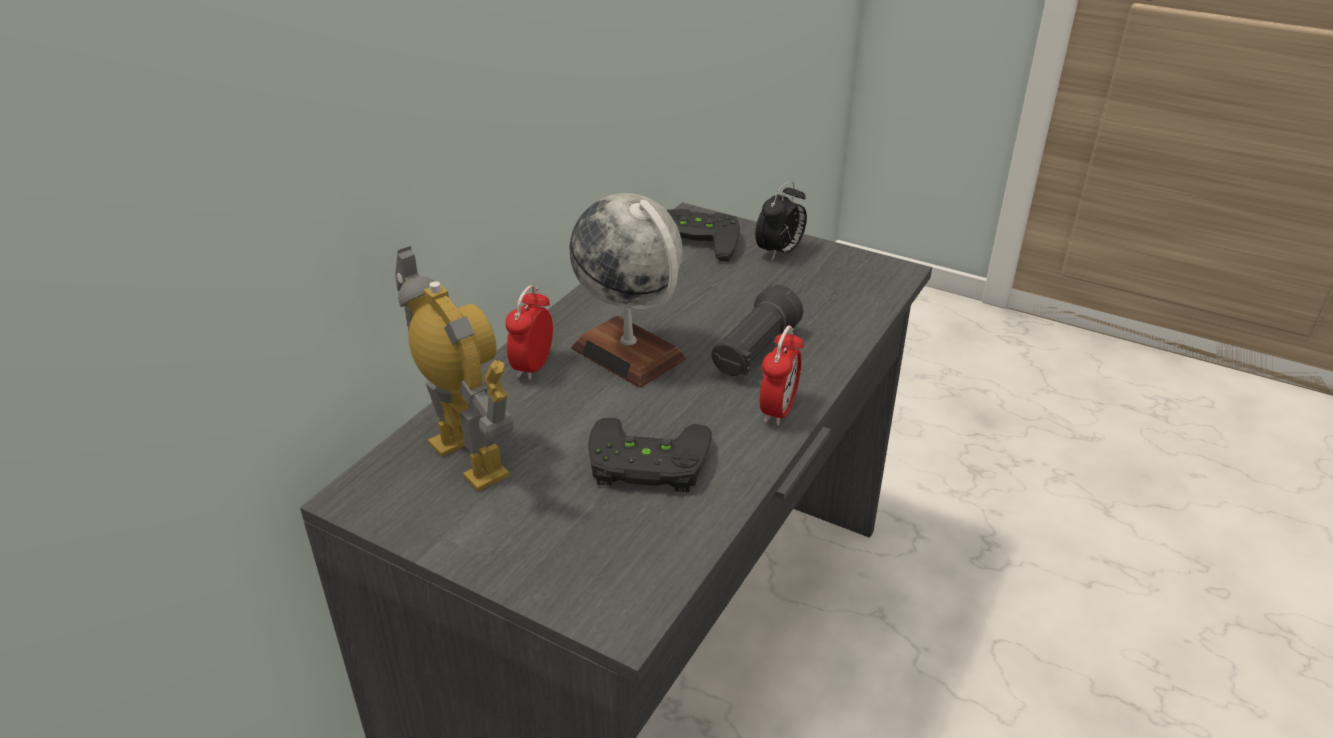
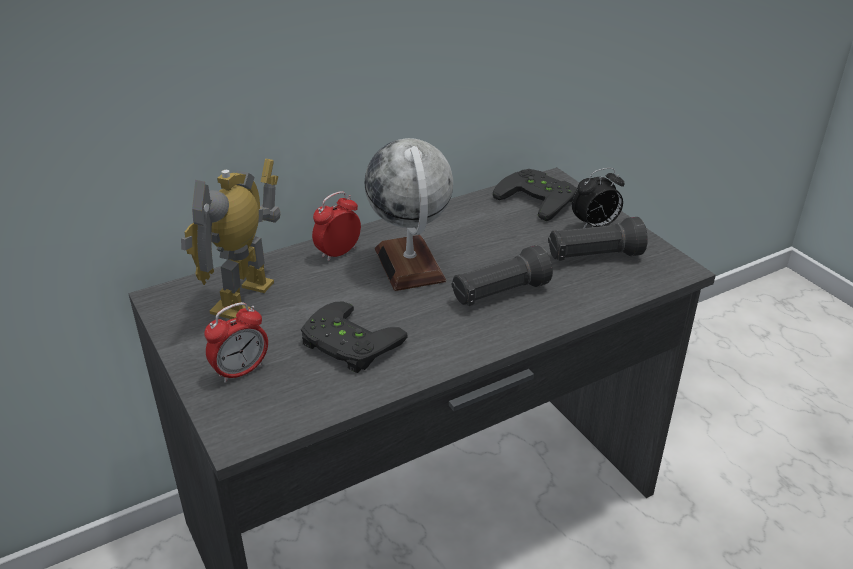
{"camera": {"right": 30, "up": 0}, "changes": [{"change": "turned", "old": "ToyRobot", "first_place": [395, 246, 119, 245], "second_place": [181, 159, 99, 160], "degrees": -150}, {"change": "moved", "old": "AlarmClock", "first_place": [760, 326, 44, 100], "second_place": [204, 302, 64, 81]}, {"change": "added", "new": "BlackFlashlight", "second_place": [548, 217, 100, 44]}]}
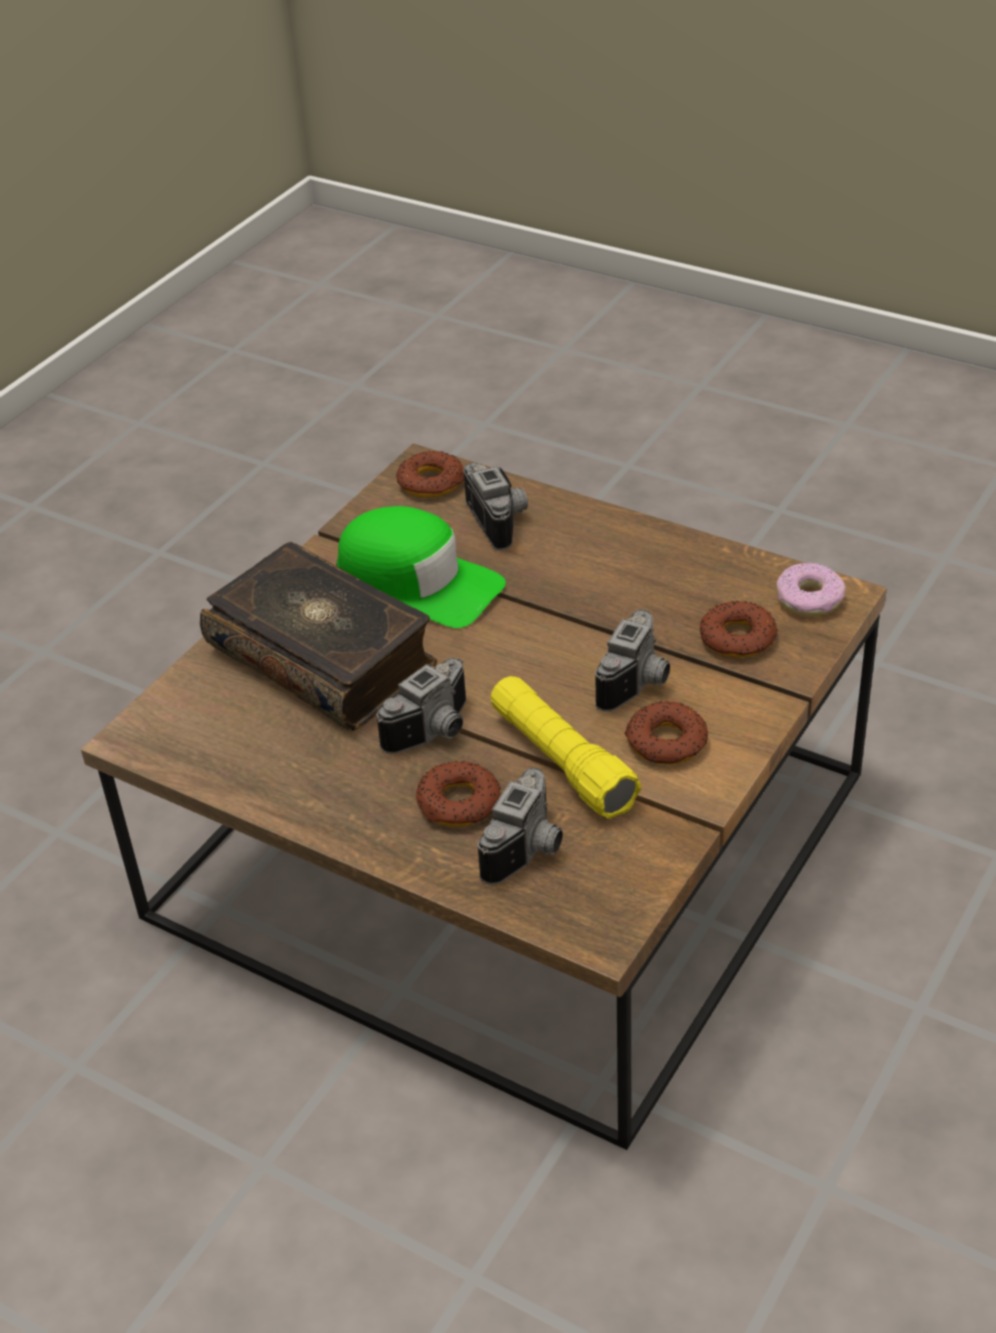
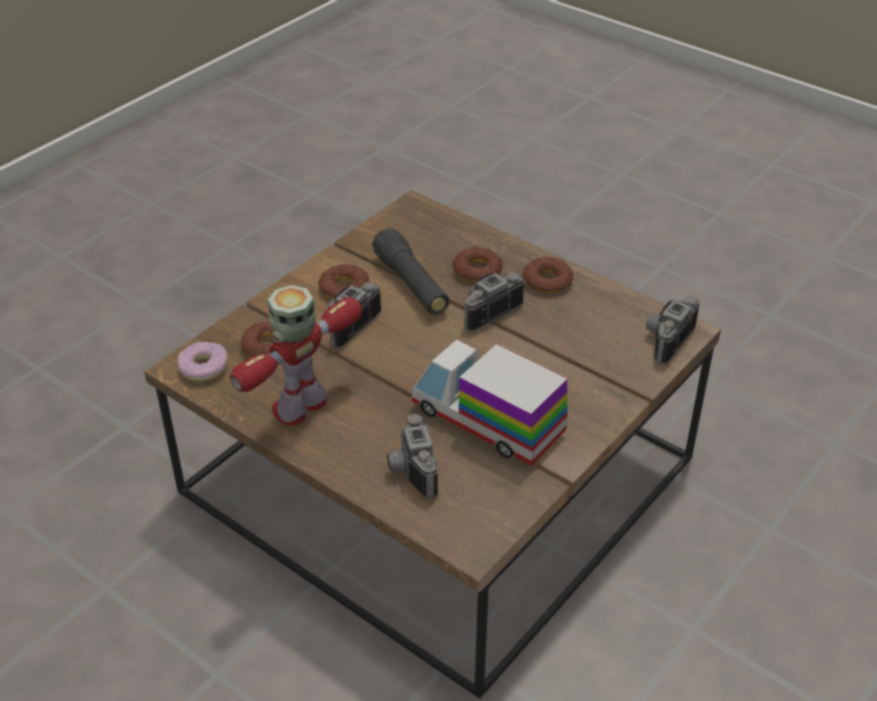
{"camera": {"right": -175, "up": 0}, "changes": [{"change": "moved", "old": "Donut", "first_place": [396, 451, 68, 47], "second_place": [523, 257, 50, 36]}, {"change": "replaced", "old": "GreenCap", "new": "ToyTruck", "first_place": [336, 506, 170, 122], "second_place": [411, 340, 157, 126]}, {"change": "removed", "old": "Book", "first_place": [200, 542, 237, 189]}, {"change": "recoloured", "old": "YellowFlashlight", "new": "BlackFlashlight", "first_place": [490, 676, 152, 143], "second_place": [372, 228, 77, 87]}, {"change": "moved", "old": "PhotoCamera", "first_place": [478, 768, 85, 117], "second_place": [646, 296, 54, 68]}, {"change": "added", "new": "ToyRobot", "second_place": [230, 285, 132, 141]}]}
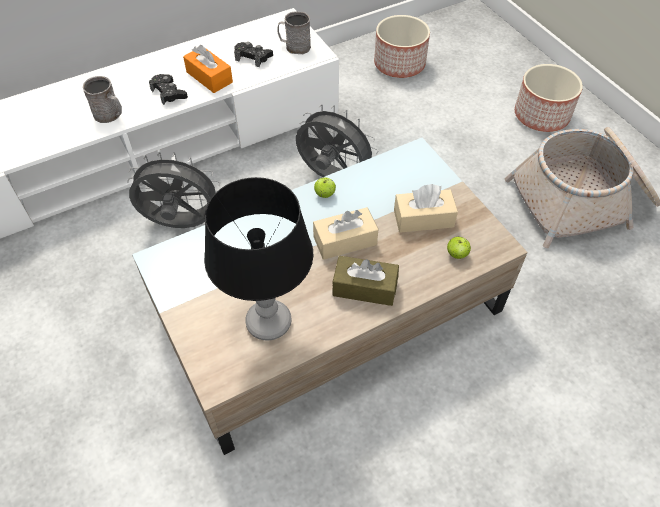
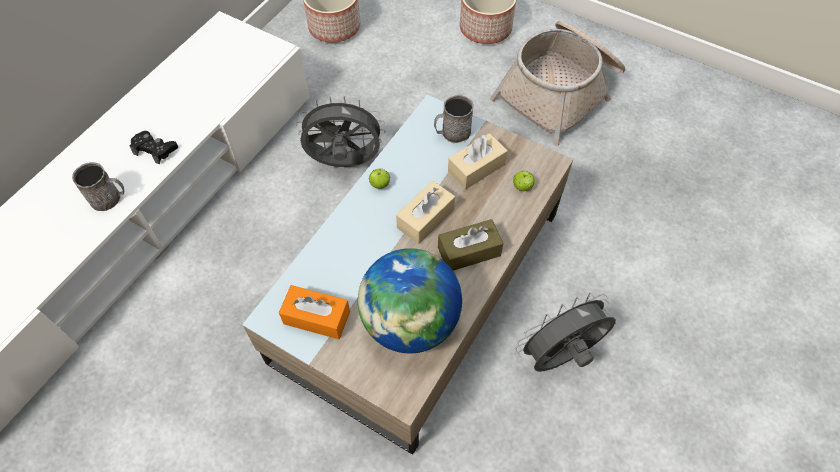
{"camera": {"right": -30, "up": 5}, "changes": [{"change": "moved", "old": "GreyMug", "first_place": [277, 12, 34, 42], "second_place": [434, 95, 40, 48]}, {"change": "removed", "old": "BlackGameController", "first_place": [234, 42, 39, 25]}, {"change": "moved", "old": "OrangeTissueBox", "first_place": [183, 45, 50, 48], "second_place": [279, 285, 71, 54]}, {"change": "moved", "old": "GreyFan", "first_place": [127, 152, 93, 76], "second_place": [515, 293, 101, 79]}, {"change": "replaced", "old": "BlackTableLamp", "new": "Globe", "first_place": [204, 177, 110, 163], "second_place": [358, 248, 104, 106]}]}
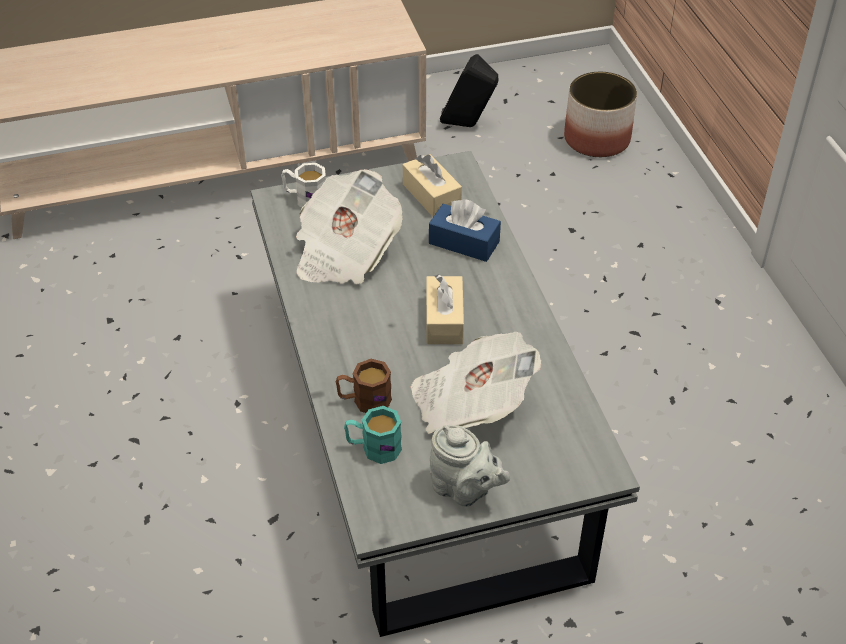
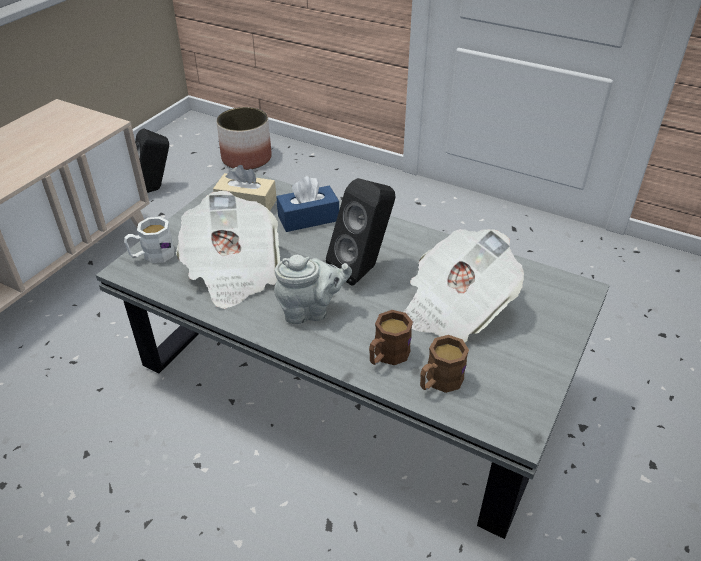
{"camera": {"right": -45, "up": -5}, "changes": [{"change": "replaced", "old": "BeigeTissueBox", "new": "BlackSpeaker", "first_place": [427, 274, 37, 70], "second_place": [326, 178, 70, 108]}, {"change": "recoloured", "old": "TurquoiseMug", "new": "BrownMug", "first_place": [344, 406, 58, 58], "second_place": [420, 335, 49, 58]}, {"change": "moved", "old": "GreyTeapot", "first_place": [429, 425, 81, 82], "second_place": [274, 255, 78, 69]}]}
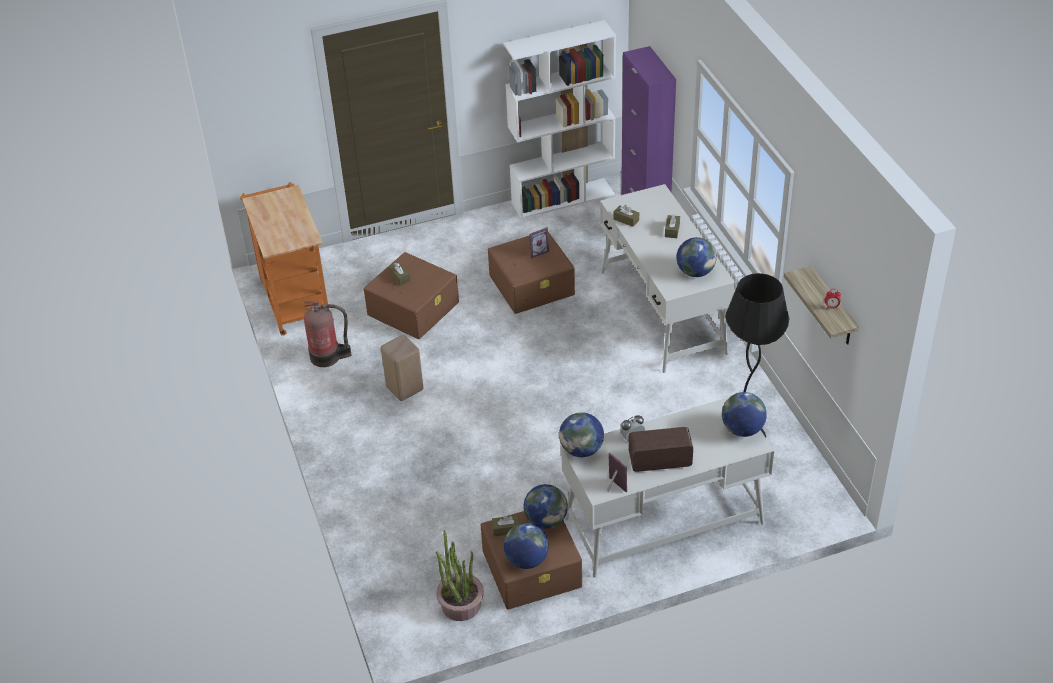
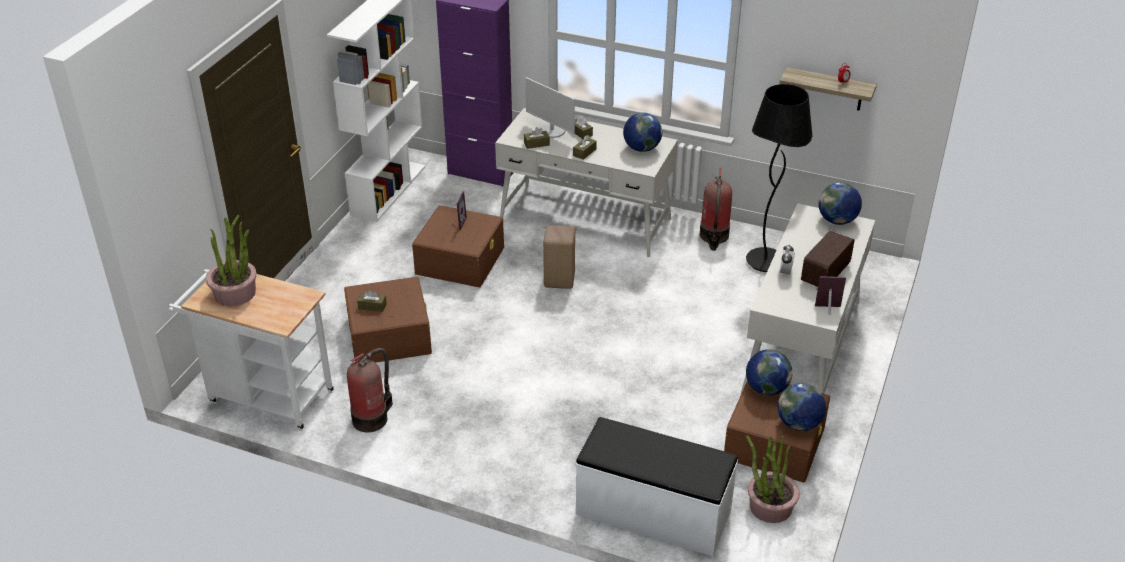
{"camera": {"right": -50, "up": -5}, "changes": [{"change": "recoloured", "old": "OrangeCart", "new": "WhiteCart", "first_place": [240, 182, 94, 154], "second_place": [168, 269, 166, 162]}, {"change": "moved", "old": "BeigeStool", "first_place": [381, 335, 43, 66], "second_place": [543, 225, 32, 64]}, {"change": "removed", "old": "Globe", "first_place": [559, 412, 45, 45]}, {"change": "moved", "old": "BrownTissueBox", "first_place": [492, 515, 28, 21], "second_place": [573, 135, 24, 25]}, {"change": "added", "new": "Monitor", "second_place": [525, 77, 50, 61]}, {"change": "added", "new": "FireExtinguisher", "second_place": [700, 167, 32, 84]}, {"change": "added", "new": "PottedPlant", "second_place": [206, 215, 50, 91]}, {"change": "added", "new": "WhiteBench", "second_place": [576, 417, 162, 139]}]}
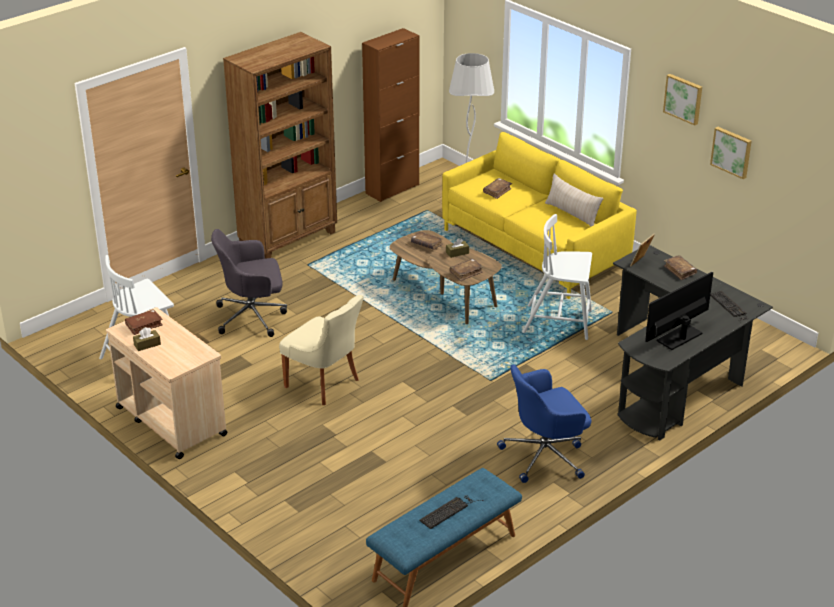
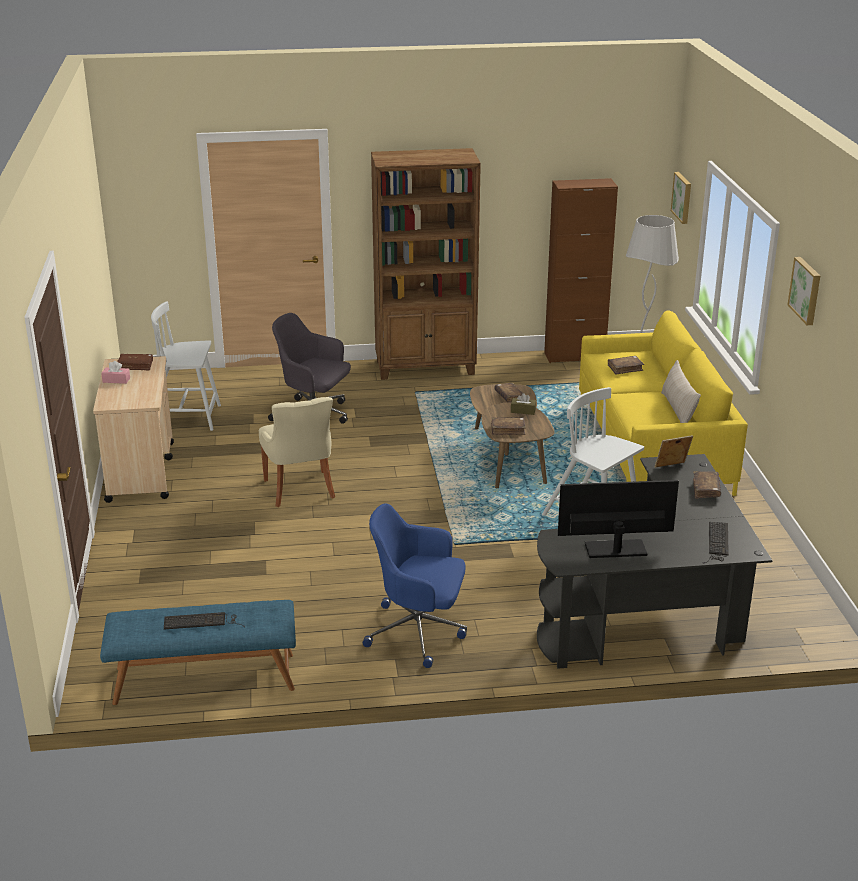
{"camera": {"right": 35, "up": -5}, "changes": [{"change": "moved", "old": "Picture", "first_place": [710, 127, 41, 52], "second_place": [671, 172, 20, 52]}, {"change": "recoloured", "old": "BrownTissueBox", "new": "PinkTissueBox", "first_place": [133, 327, 28, 24], "second_place": [101, 361, 29, 23]}]}
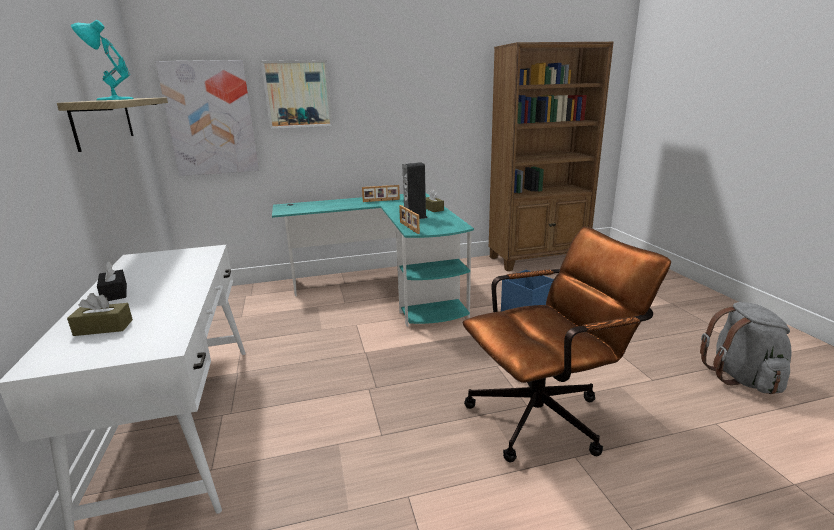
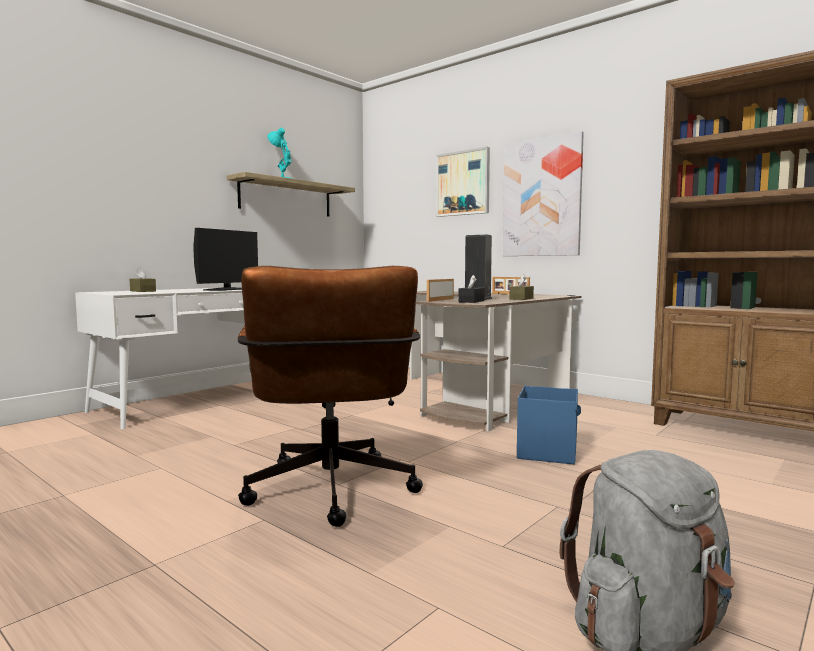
{"camera": {"right": 55, "up": -15}, "changes": [{"change": "moved", "old": "Picture", "first_place": [155, 60, 104, 116], "second_place": [503, 131, 81, 125]}, {"change": "recoloured", "old": "TurquoiseDesk", "new": "BrownDesk", "first_place": [272, 193, 202, 134], "second_place": [410, 291, 172, 140]}, {"change": "turned", "old": "BrownOfficeChair", "first_place": [463, 227, 208, 236], "second_place": [238, 266, 185, 261], "degrees": 45}, {"change": "moved", "old": "BlackTissueBox", "first_place": [97, 262, 30, 39], "second_place": [458, 275, 27, 28]}, {"change": "added", "new": "Monitor", "second_place": [193, 228, 65, 63]}]}
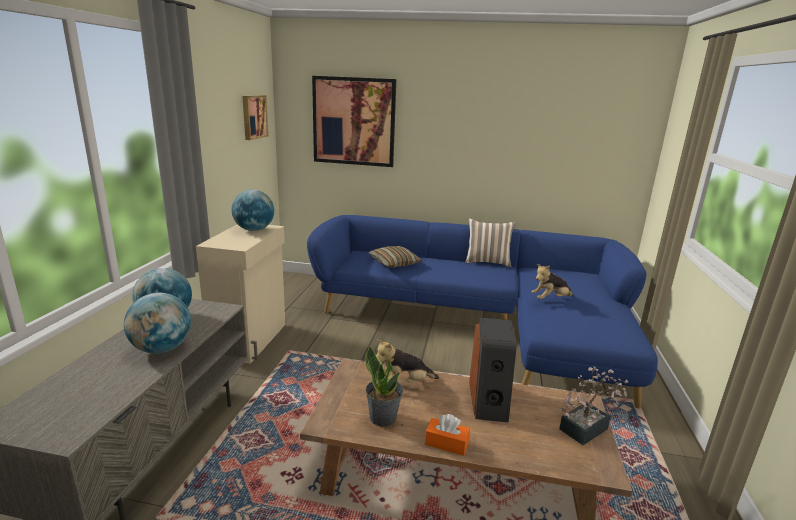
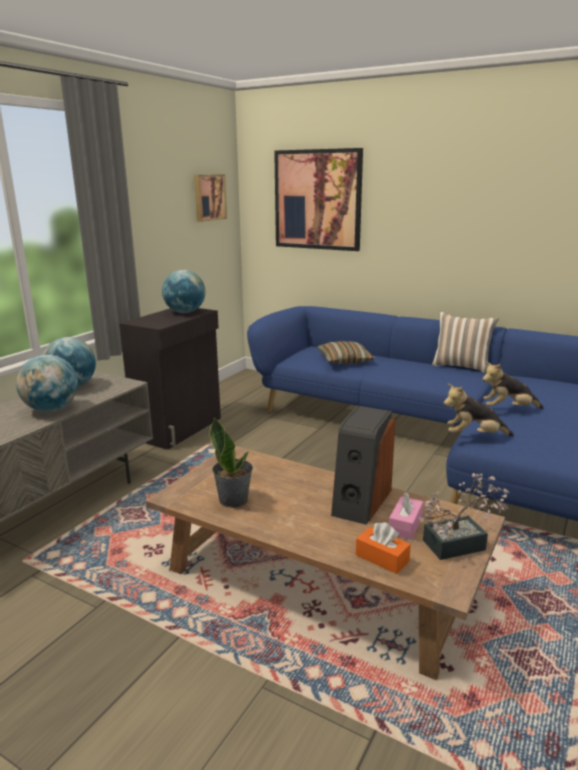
{"camera": {"right": 20, "up": 0}, "changes": [{"change": "recoloured", "old": "BeigeCabinet", "new": "BlackCabinet", "first_place": [196, 224, 89, 140], "second_place": [119, 308, 102, 142]}, {"change": "moved", "old": "PlushToy", "first_place": [376, 339, 63, 43], "second_place": [444, 384, 70, 52]}, {"change": "moved", "old": "OrangeTissueBox", "first_place": [425, 414, 45, 42], "second_place": [356, 522, 55, 52]}, {"change": "added", "new": "PinkTissueBox", "second_place": [389, 492, 34, 48]}]}
